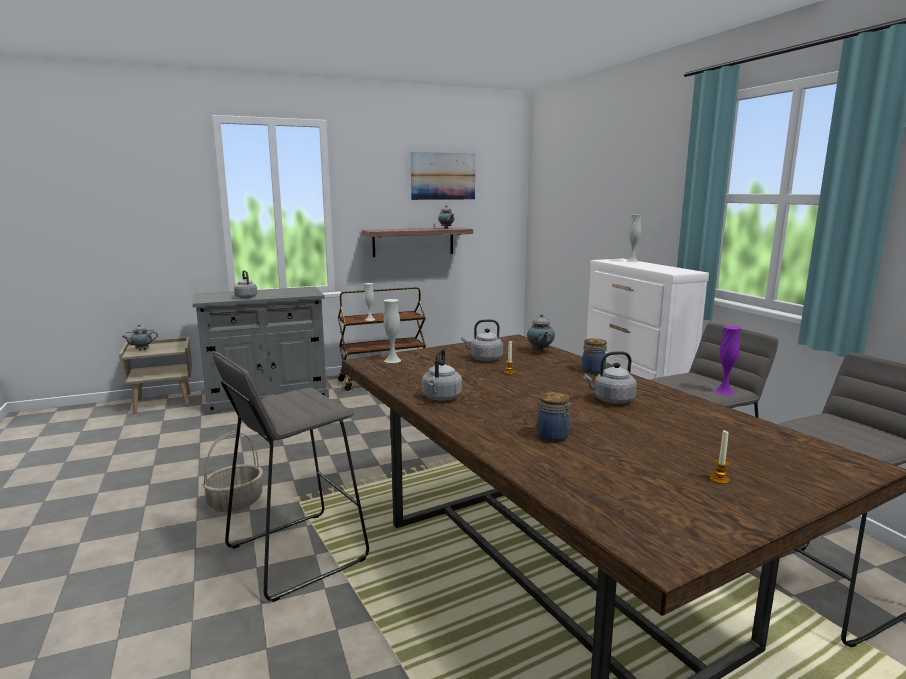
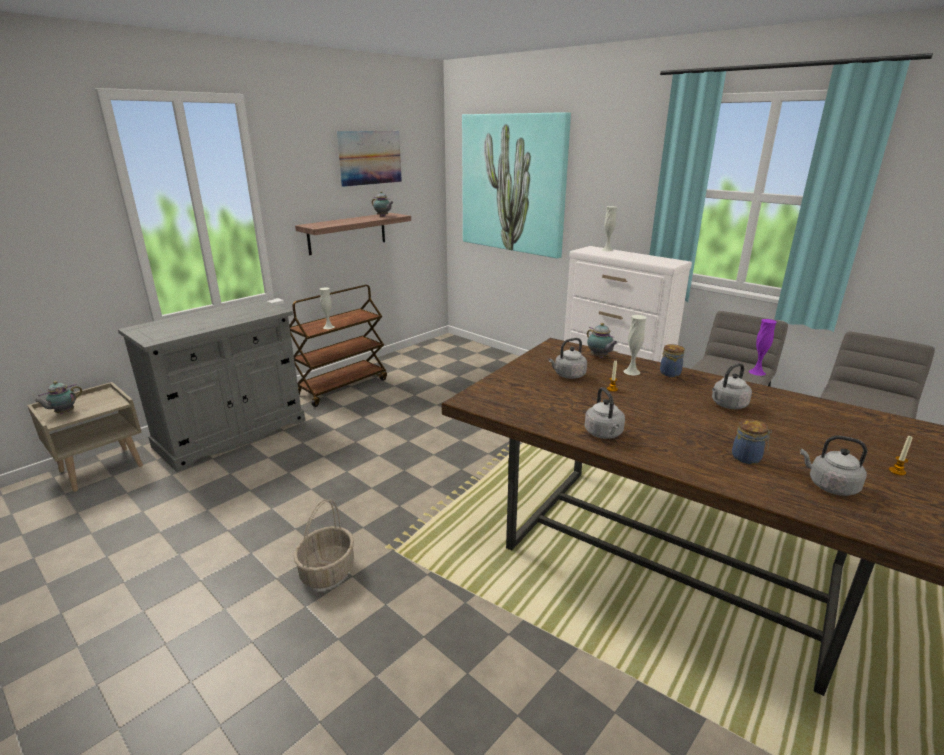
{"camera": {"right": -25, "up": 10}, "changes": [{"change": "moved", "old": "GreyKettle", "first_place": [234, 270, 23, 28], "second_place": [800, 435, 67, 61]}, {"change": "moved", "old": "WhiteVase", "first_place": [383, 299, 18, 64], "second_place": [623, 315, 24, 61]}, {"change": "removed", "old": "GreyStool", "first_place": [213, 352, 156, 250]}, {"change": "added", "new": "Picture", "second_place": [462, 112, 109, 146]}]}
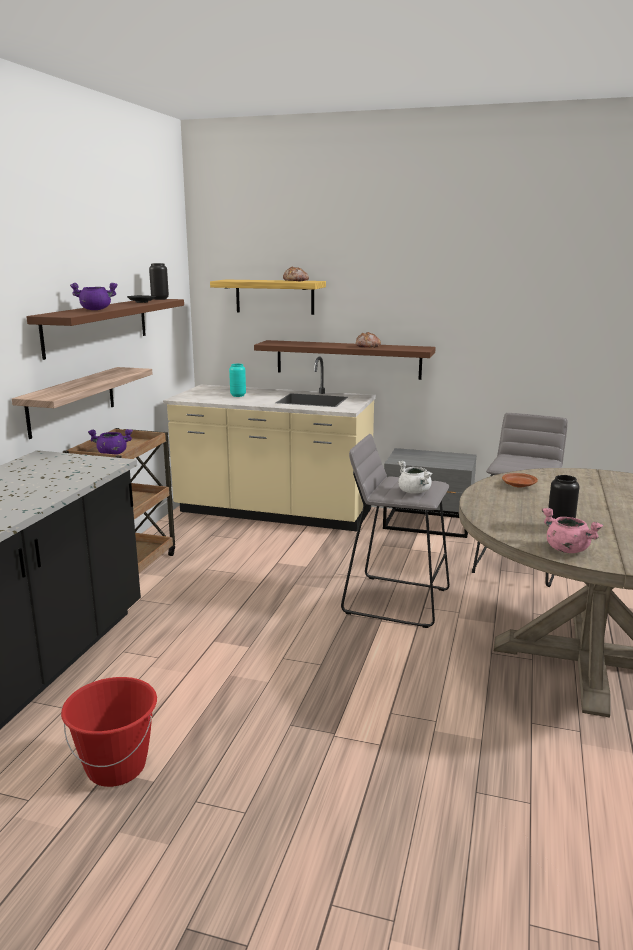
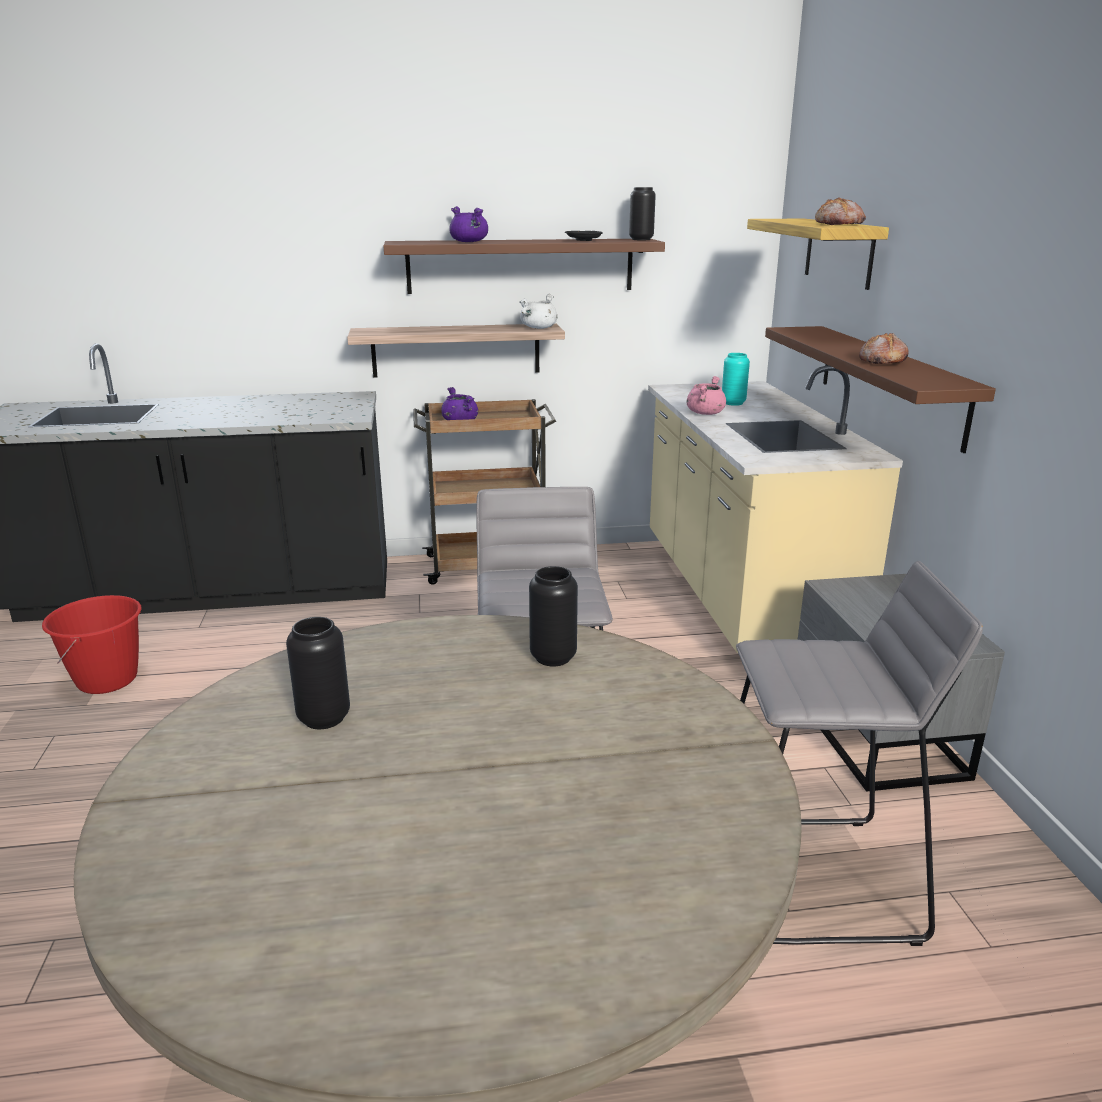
{"camera": {"right": 65, "up": 5}, "changes": [{"change": "moved", "old": "WhiteCookingPot", "first_place": [398, 461, 35, 32], "second_place": [519, 294, 38, 35]}, {"change": "replaced", "old": "BrownPlate", "new": "BlackVase", "first_place": [502, 473, 36, 15], "second_place": [529, 566, 49, 100]}, {"change": "moved", "old": "PinkCookingPot", "first_place": [542, 508, 61, 45], "second_place": [687, 376, 39, 39]}]}
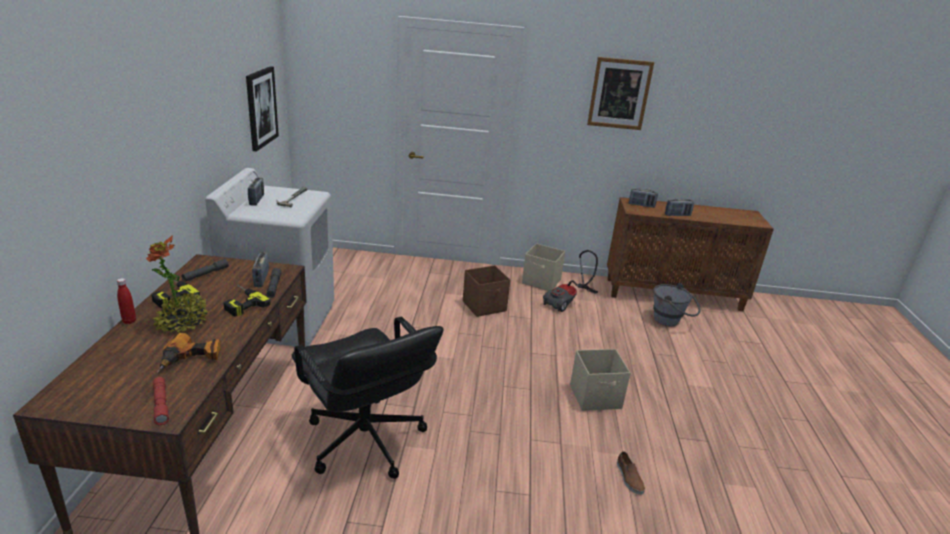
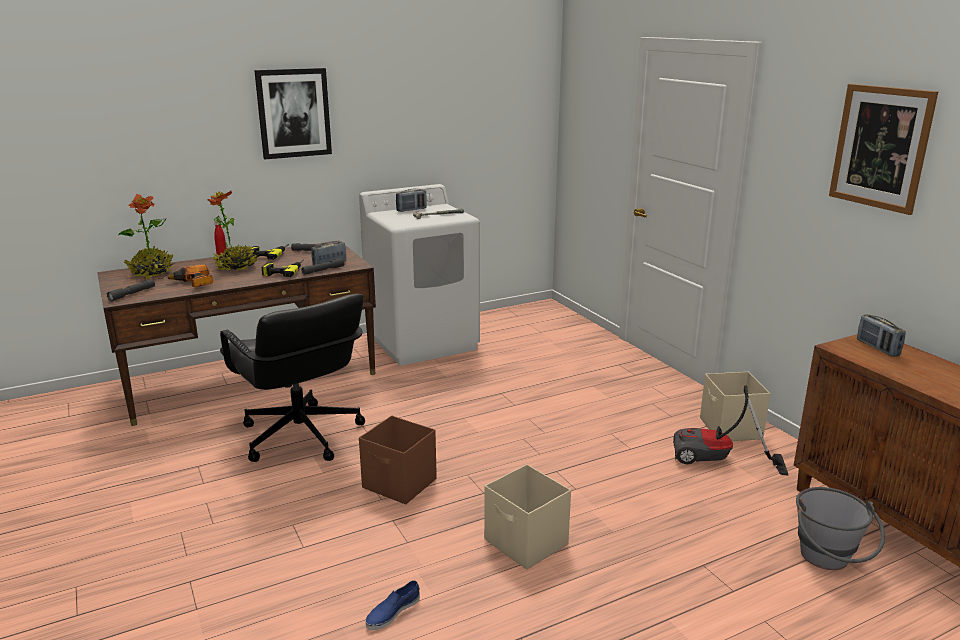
{"camera": {"right": 60, "up": -5}, "changes": [{"change": "moved", "old": "Picture", "first_place": [246, 66, 33, 85], "second_place": [254, 68, 78, 91]}, {"change": "removed", "old": "Radio", "first_place": [665, 198, 29, 18]}, {"change": "moved", "old": "BrownStorageBox", "first_place": [463, 265, 47, 52], "second_place": [359, 416, 78, 88]}, {"change": "turned", "old": "BlackOfficeChair", "first_place": [292, 317, 152, 162], "second_place": [220, 294, 145, 168], "degrees": -60}, {"change": "recoloured", "old": "RedFlashlight", "new": "GreyFlashlight", "first_place": [153, 377, 16, 48], "second_place": [107, 279, 48, 22]}, {"change": "recoloured", "old": "BrownShoe", "new": "BlueShoe", "first_place": [617, 451, 28, 44], "second_place": [366, 580, 54, 50]}, {"change": "added", "new": "PottedPlant", "second_place": [119, 194, 55, 85]}]}
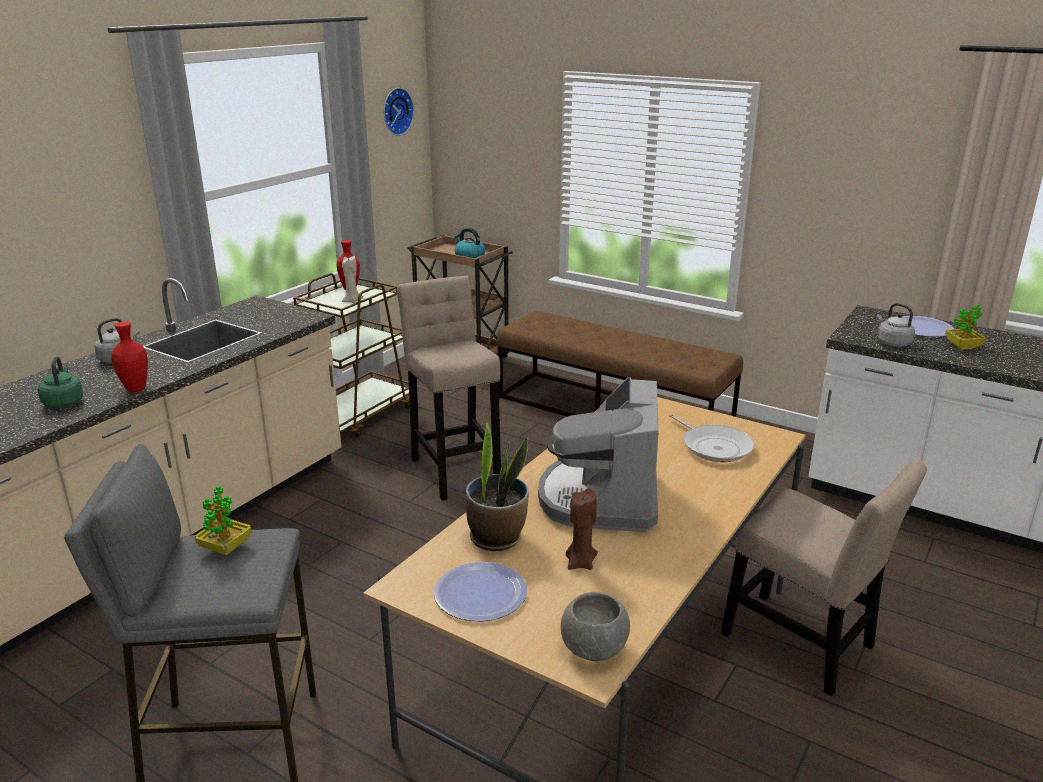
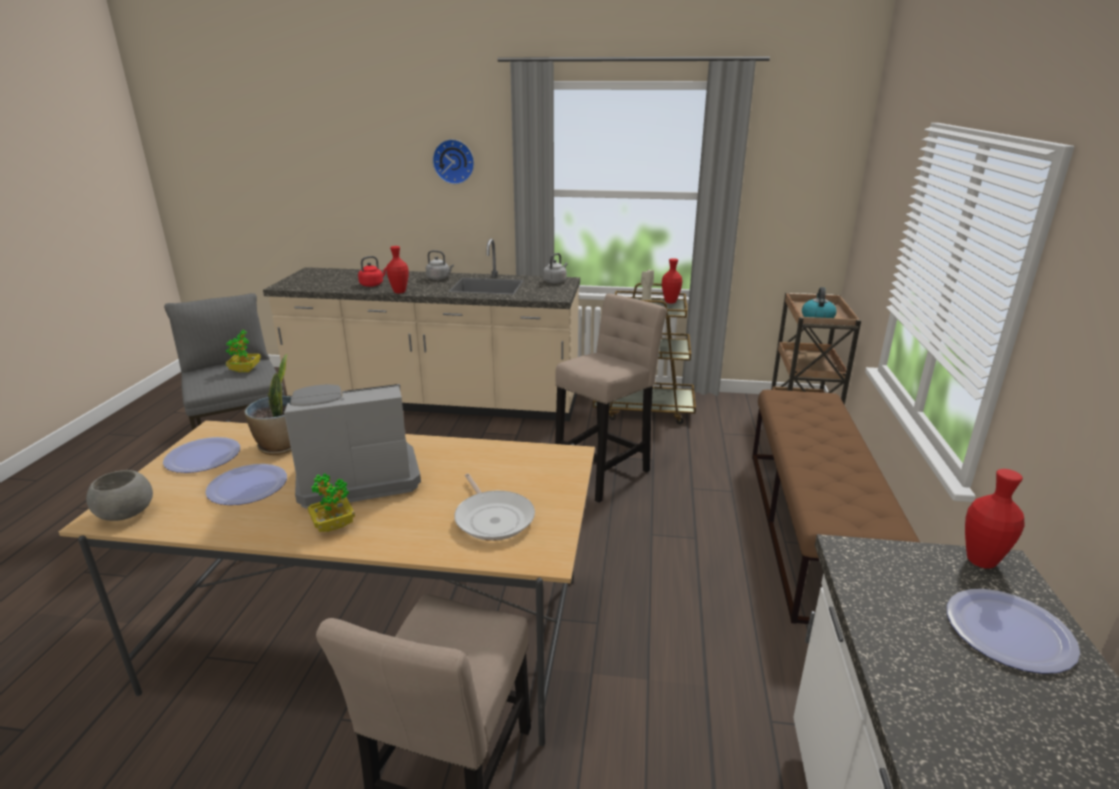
{"camera": {"right": 65, "up": 0}, "changes": [{"change": "moved", "old": "WallClock", "first_place": [384, 88, 30, 48], "second_place": [432, 139, 42, 45]}, {"change": "moved", "old": "GreyKettle", "first_place": [877, 303, 38, 44], "second_place": [543, 253, 24, 31]}, {"change": "moved", "old": "PottedPlant", "first_place": [945, 305, 41, 45], "second_place": [308, 473, 47, 59]}, {"change": "recoloured", "old": "GreenKettle", "new": "RedKettle", "first_place": [38, 356, 45, 52], "second_place": [358, 256, 29, 31]}, {"change": "turned", "old": "FryingPan", "first_place": [669, 414, 86, 48], "second_place": [454, 474, 81, 67], "degrees": -60}, {"change": "replaced", "old": "BrownCandle", "new": "Plate", "first_place": [566, 488, 32, 82], "second_place": [205, 464, 82, 41]}, {"change": "added", "new": "RedVase", "second_place": [965, 469, 59, 100]}]}
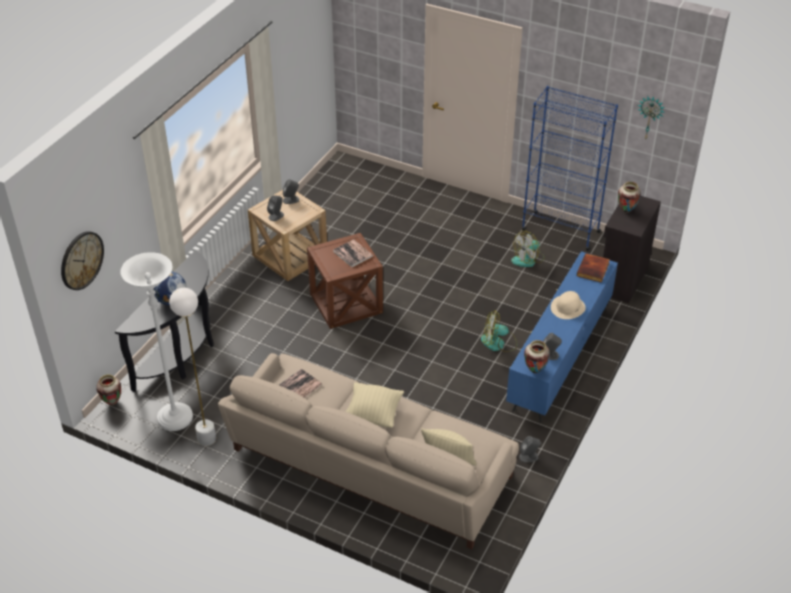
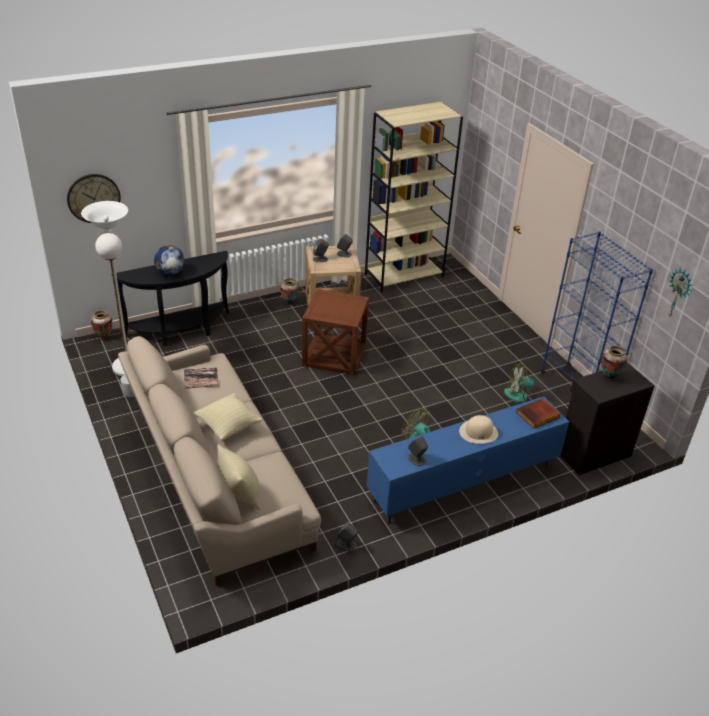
{"camera": {"right": 35, "up": -5}, "changes": [{"change": "removed", "old": "Book", "first_place": [333, 239, 40, 28]}, {"change": "moved", "old": "Vase", "first_place": [524, 340, 26, 33], "second_place": [280, 278, 19, 27]}, {"change": "added", "new": "BeigeBookcase", "second_place": [365, 102, 98, 190]}]}
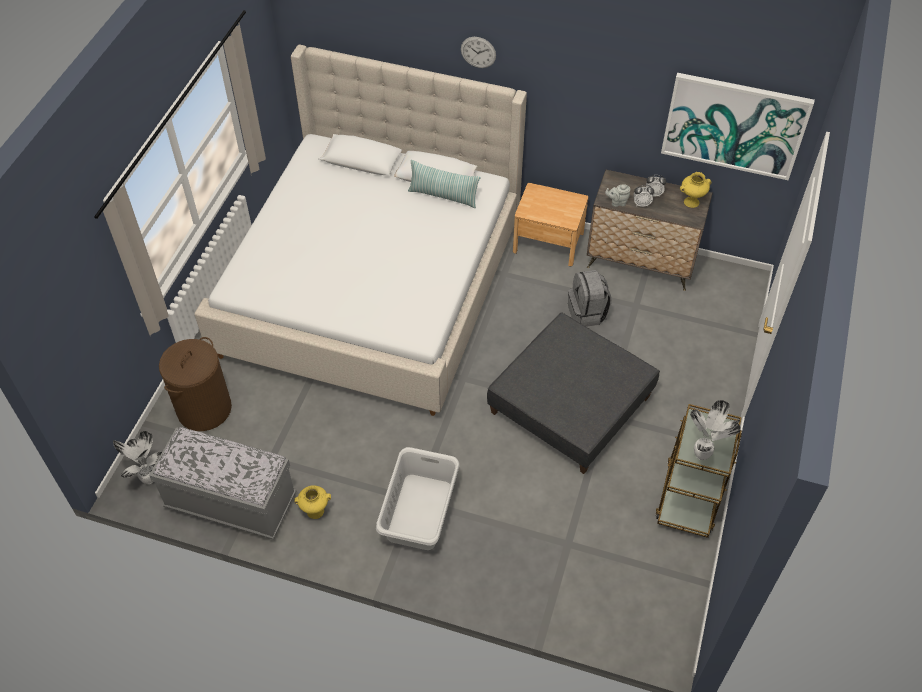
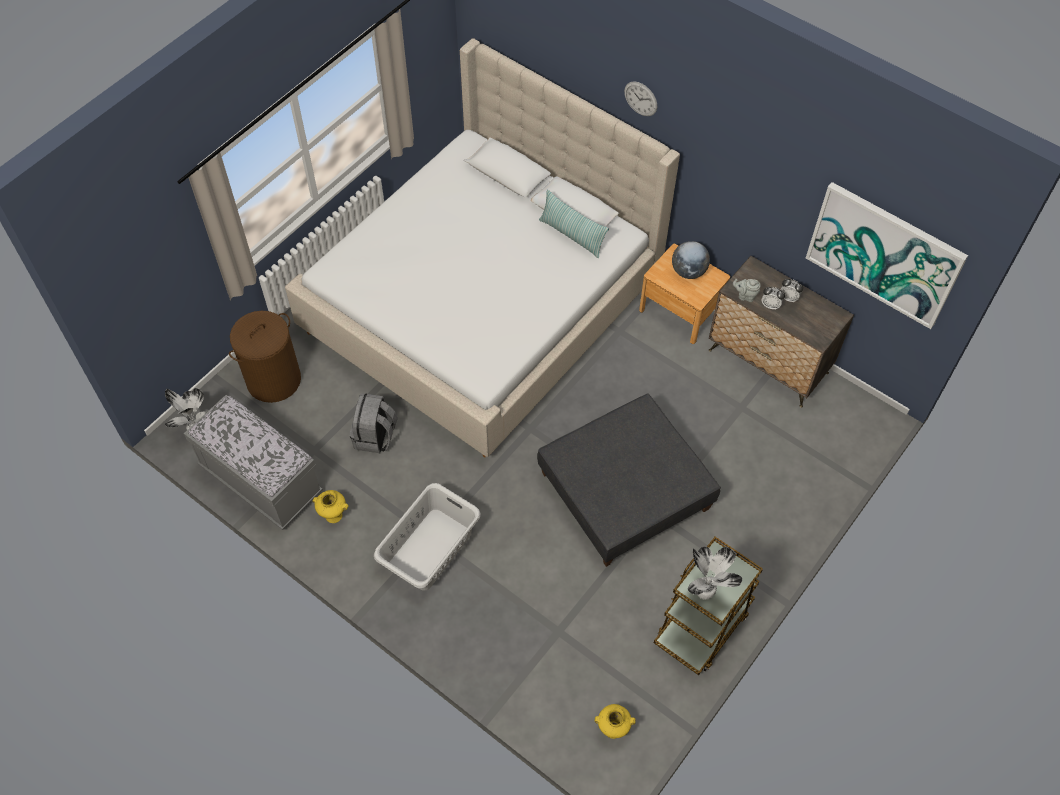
{"camera": {"right": 20, "up": 5}, "changes": [{"change": "moved", "old": "YellowVase", "first_place": [680, 172, 32, 36], "second_place": [595, 704, 41, 35]}, {"change": "moved", "old": "GreyBackpack", "first_place": [568, 270, 43, 57], "second_place": [350, 393, 47, 60]}, {"change": "added", "new": "Globe", "second_place": [672, 241, 38, 38]}]}
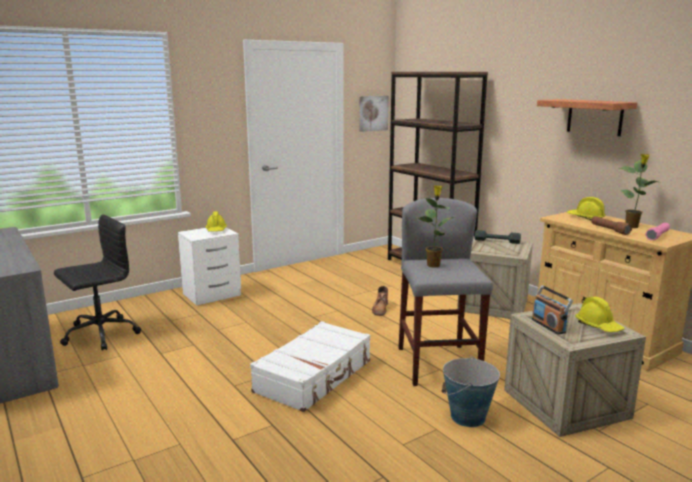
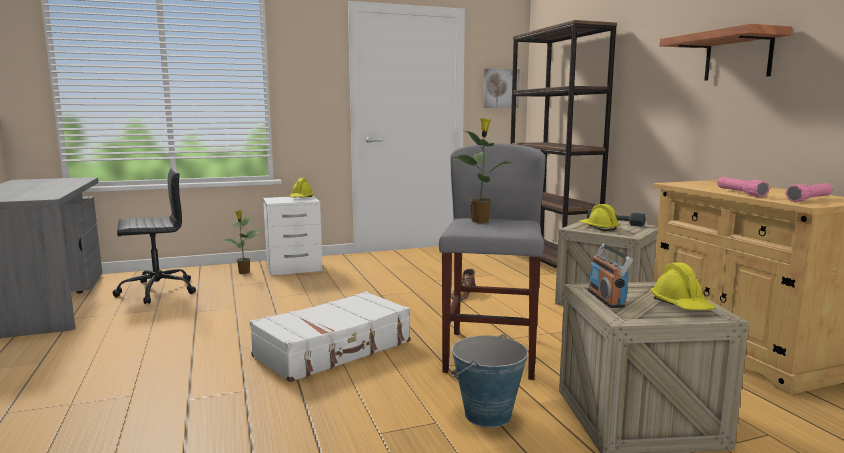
{"camera": {"right": 15, "up": -5}, "changes": [{"change": "moved", "old": "PottedPlant", "first_place": [618, 154, 40, 74], "second_place": [223, 210, 36, 64]}, {"change": "moved", "old": "YellowHardHat", "first_place": [566, 197, 40, 23], "second_place": [579, 204, 41, 27]}, {"change": "recoloured", "old": "BrownFlashlight", "new": "PinkFlashlight", "first_place": [591, 216, 41, 19], "second_place": [717, 177, 52, 20]}]}
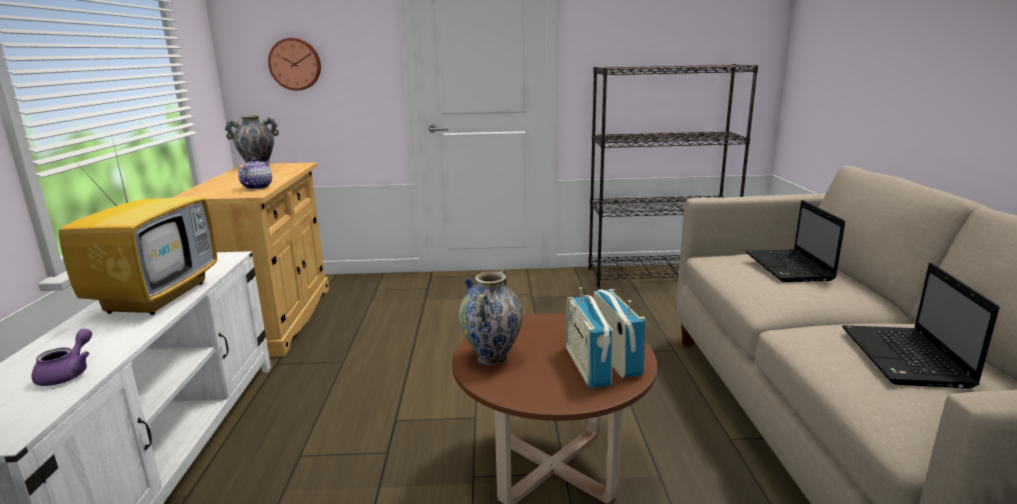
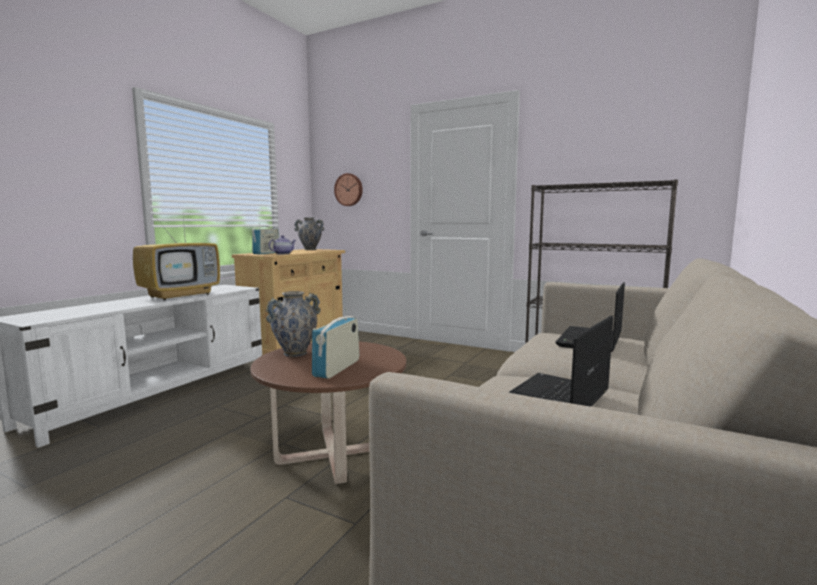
{"camera": {"right": 30, "up": -10}, "changes": [{"change": "moved", "old": "Radio", "first_place": [594, 289, 51, 89], "second_place": [252, 223, 27, 31]}, {"change": "removed", "old": "PurpleTeapot", "first_place": [31, 328, 61, 58]}]}
